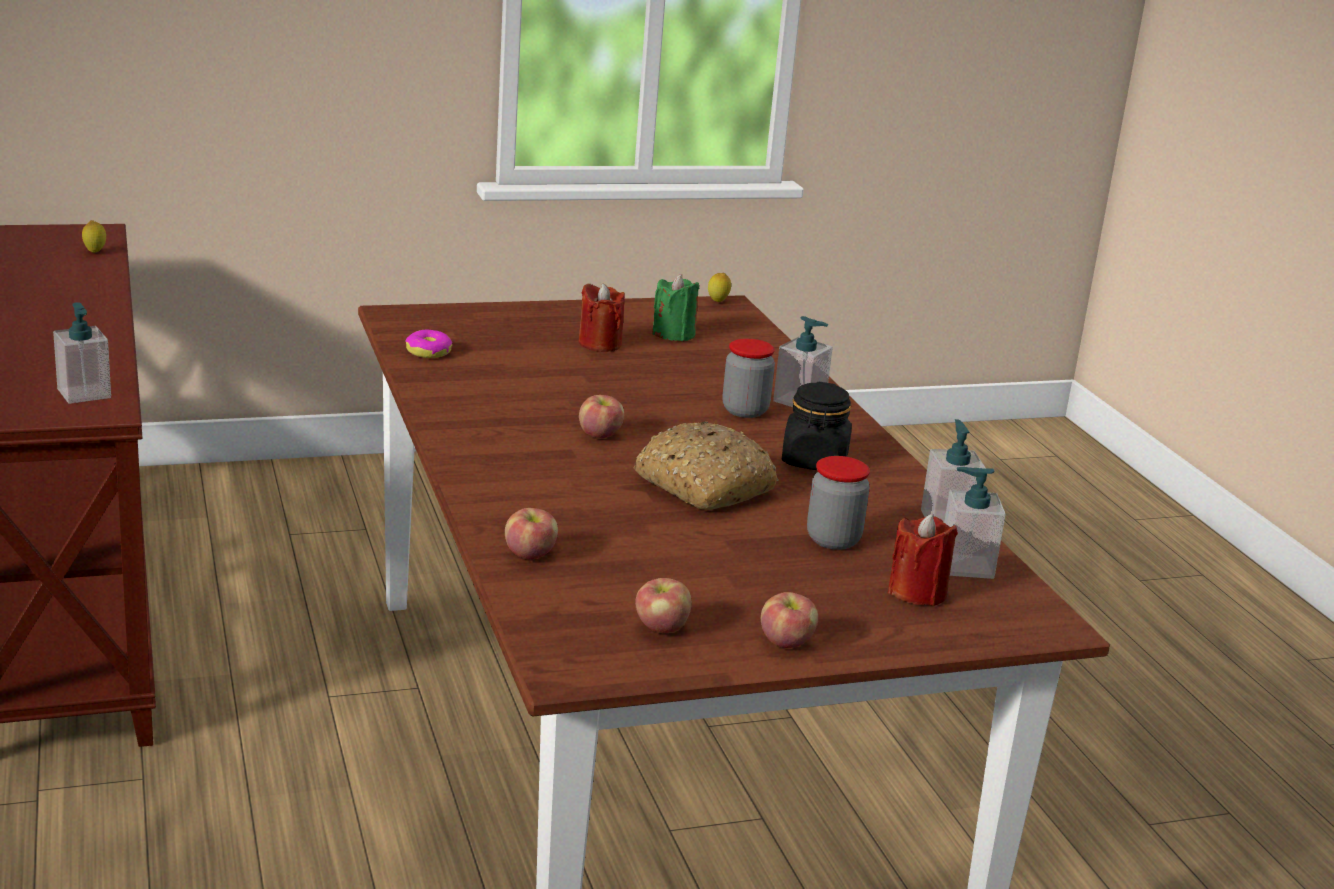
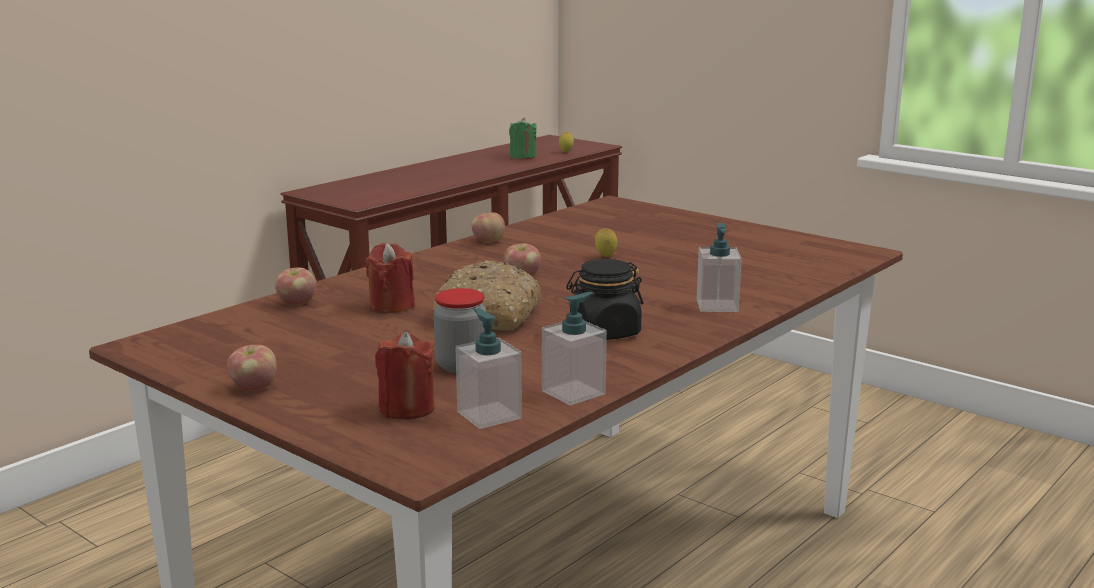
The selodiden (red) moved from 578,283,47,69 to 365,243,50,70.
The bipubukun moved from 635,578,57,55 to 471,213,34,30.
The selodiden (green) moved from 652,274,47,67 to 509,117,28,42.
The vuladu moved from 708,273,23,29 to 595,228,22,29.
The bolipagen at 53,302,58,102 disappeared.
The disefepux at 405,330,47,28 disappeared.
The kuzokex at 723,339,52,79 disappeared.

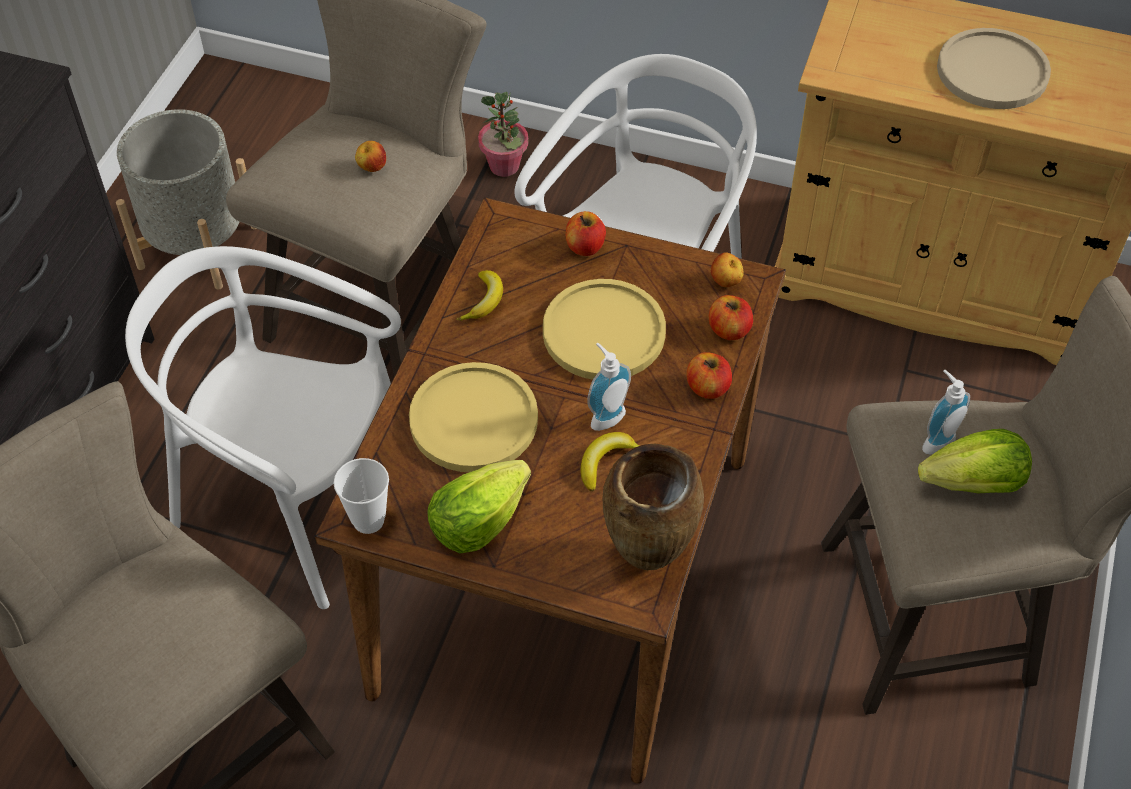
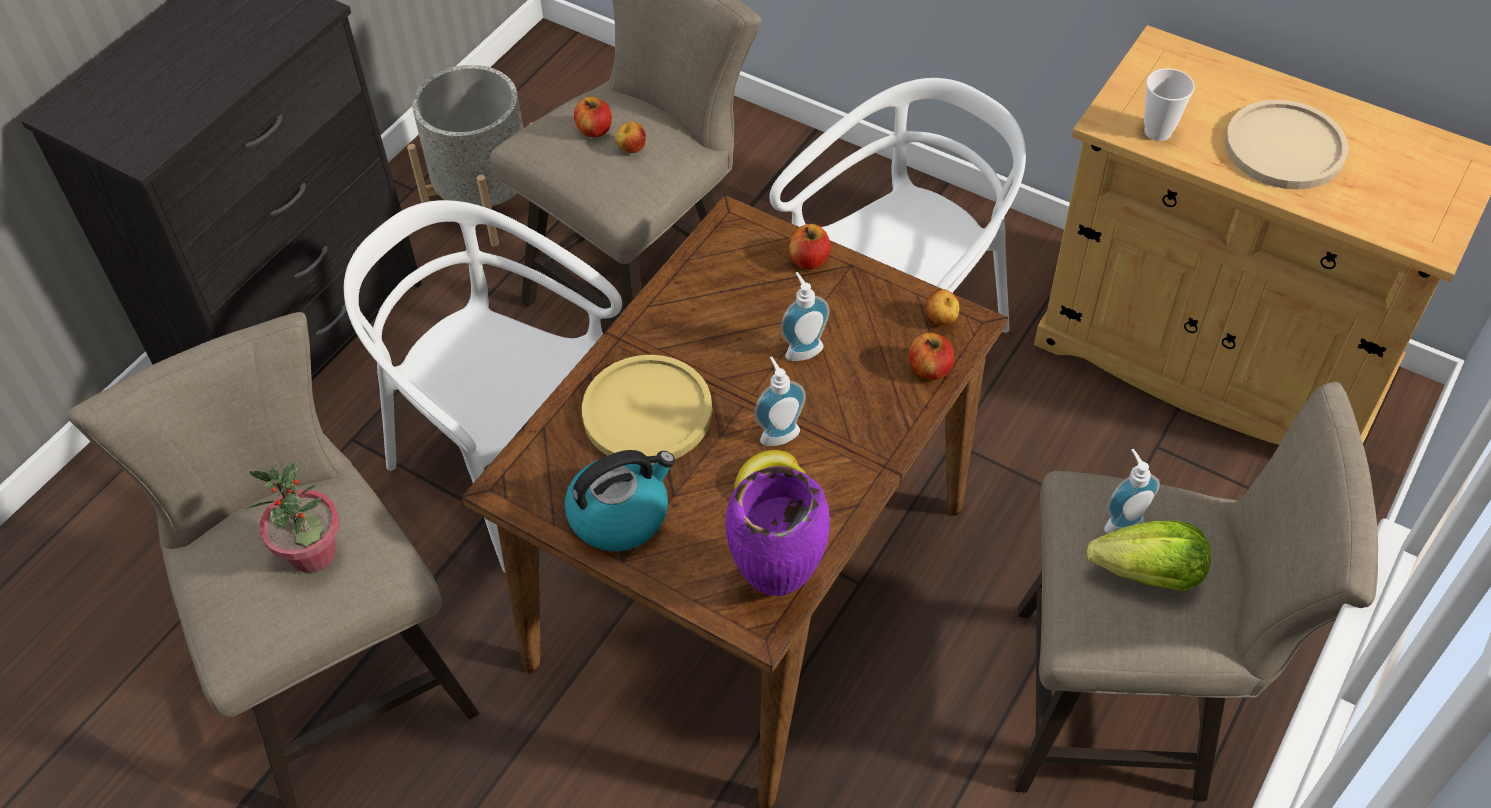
The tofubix moved from 478,92,51,85 to 246,463,93,110.
The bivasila at 427,460,104,93 was replaced by the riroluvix at 565,450,110,102.
The bipubukun moved from 687,352,45,47 to 574,97,38,41.
The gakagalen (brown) at 602,444,102,126 became the gakagalen (purple) at 725,466,105,130.
The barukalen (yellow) at 543,279,123,101 was replaced by the bolipagen at 781,272,49,89.
The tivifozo moved from 334,458,55,76 to 1144,68,51,73.
The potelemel at 456,270,47,51 disappeared.

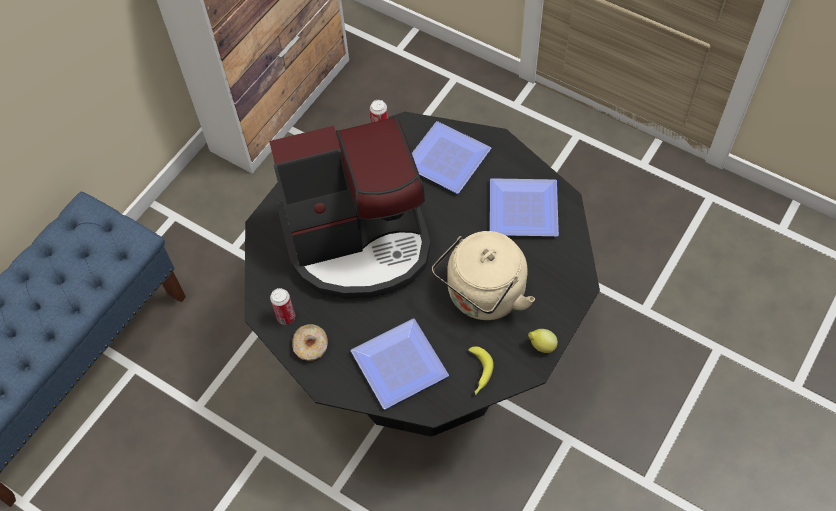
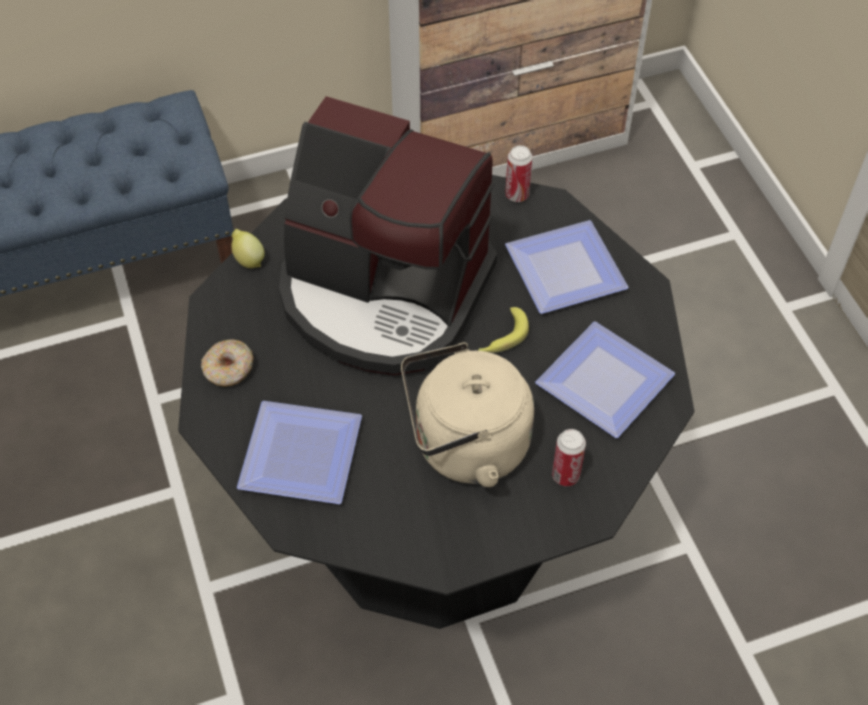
The vuladu moved from 528,329,30,24 to 231,229,34,39.
The potelemel moved from 468,346,26,49 to 478,307,51,46.
The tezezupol moved from 270,288,25,37 to 552,429,34,57.

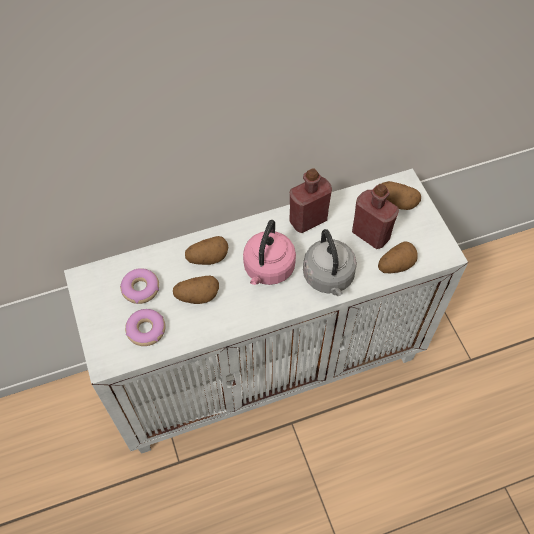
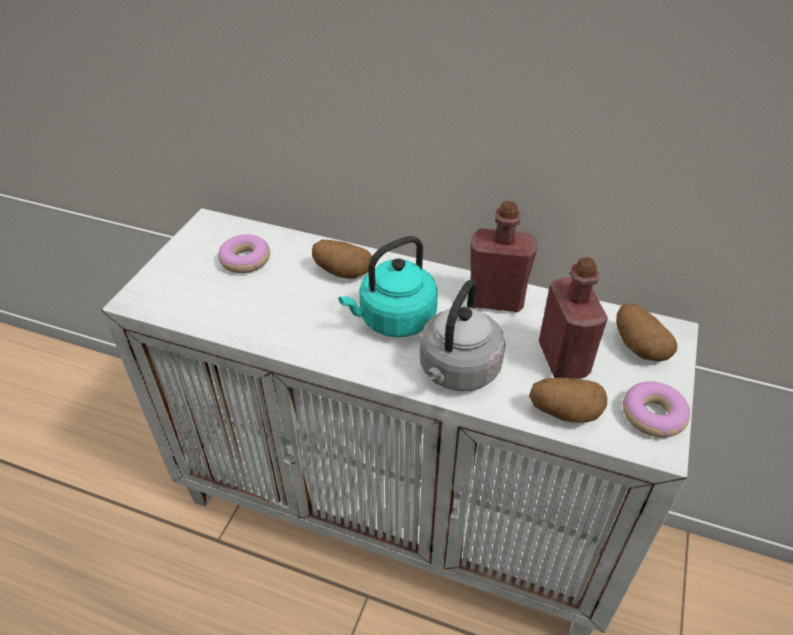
The riroluvix (pink) at 243,220,53,65 became the riroluvix (turquoise) at 339,236,99,101.
The disefepux moved from 125,309,41,37 to 622,381,68,57.
The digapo at 173,276,46,28 disappeared.

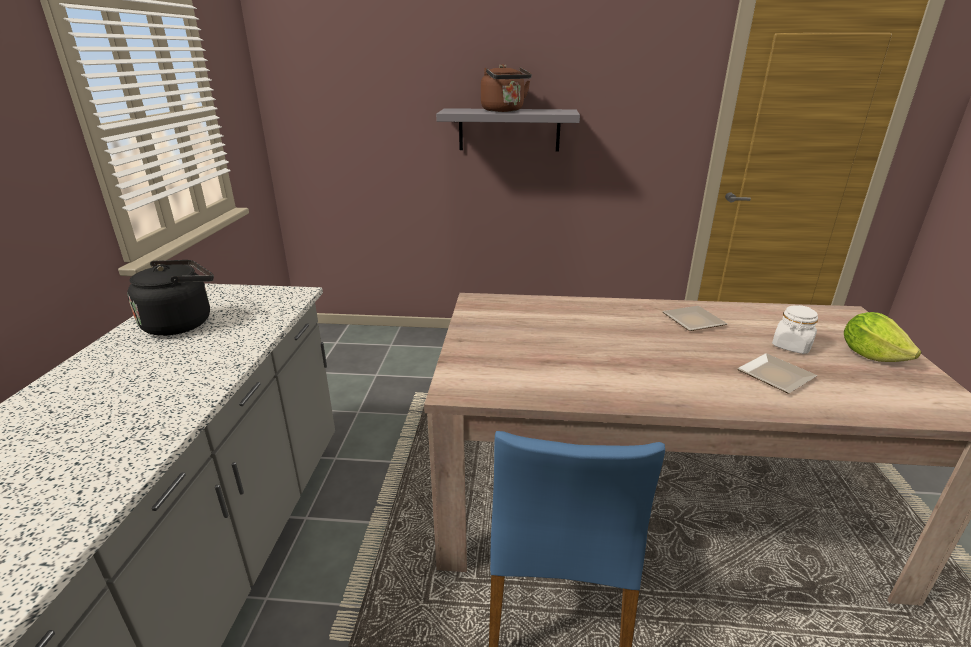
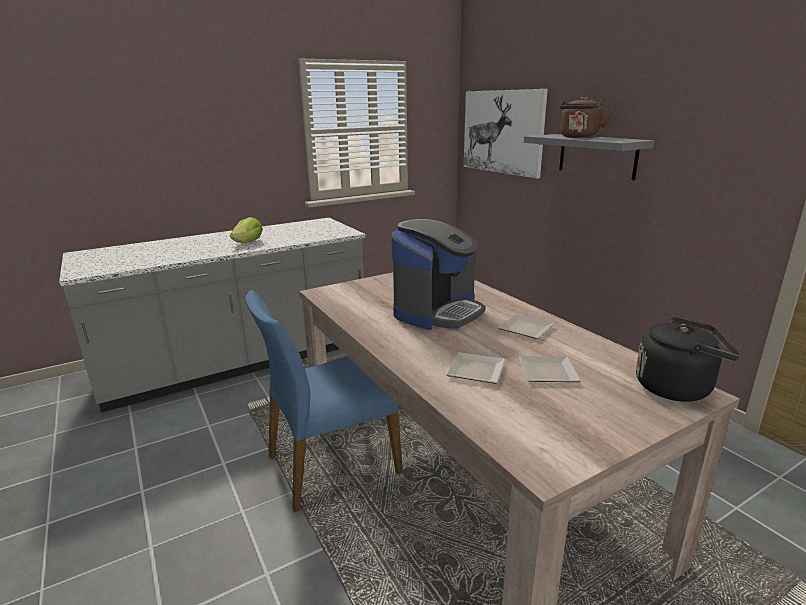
The bivasila moved from 844,312,77,50 to 230,217,33,26.
The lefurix at 391,219,94,111 appeared.
The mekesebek at 464,89,84,89 appeared.
The kuzokex (white) at 772,305,46,49 was replaced by the barukalen at 519,356,62,26.
The riroluvix (black) moved from 127,260,87,76 to 636,316,104,86.

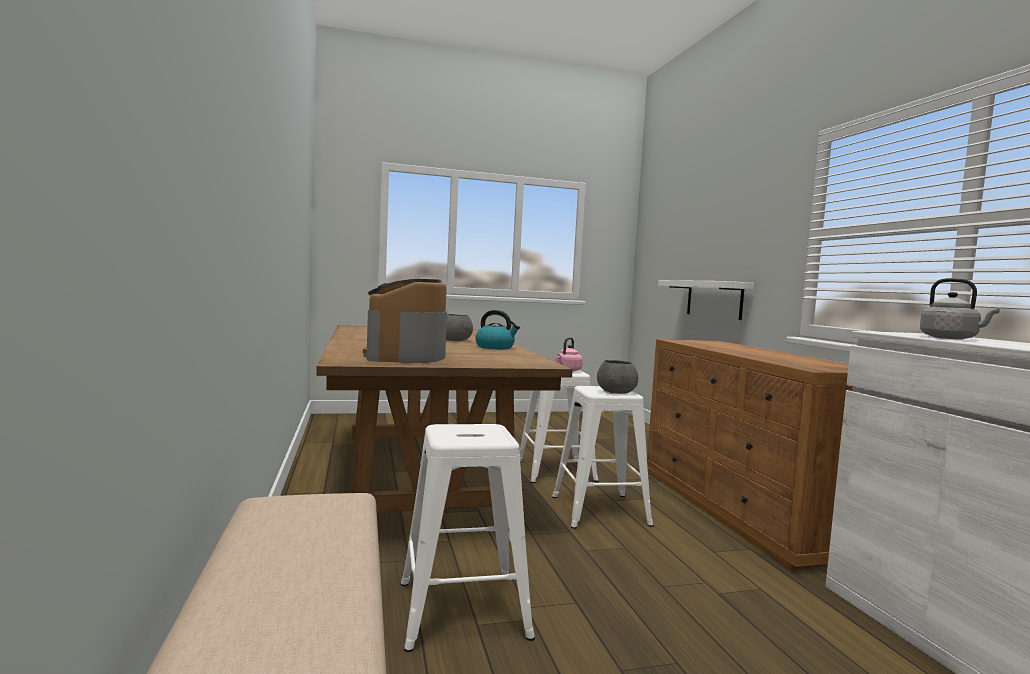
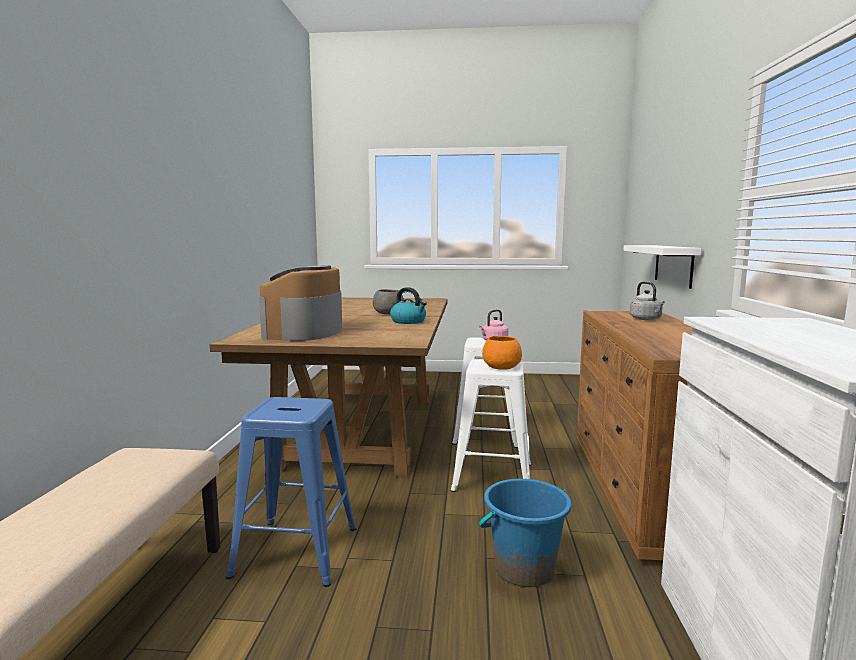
The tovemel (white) at 401,424,134,228 became the tovemel (blue) at 226,397,131,190.
The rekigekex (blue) at 479,479,93,108 appeared.
The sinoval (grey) at 597,360,41,34 became the sinoval (orange) at 482,336,40,34.
The riroluvix (grey) moved from 920,278,80,62 to 630,281,35,39.

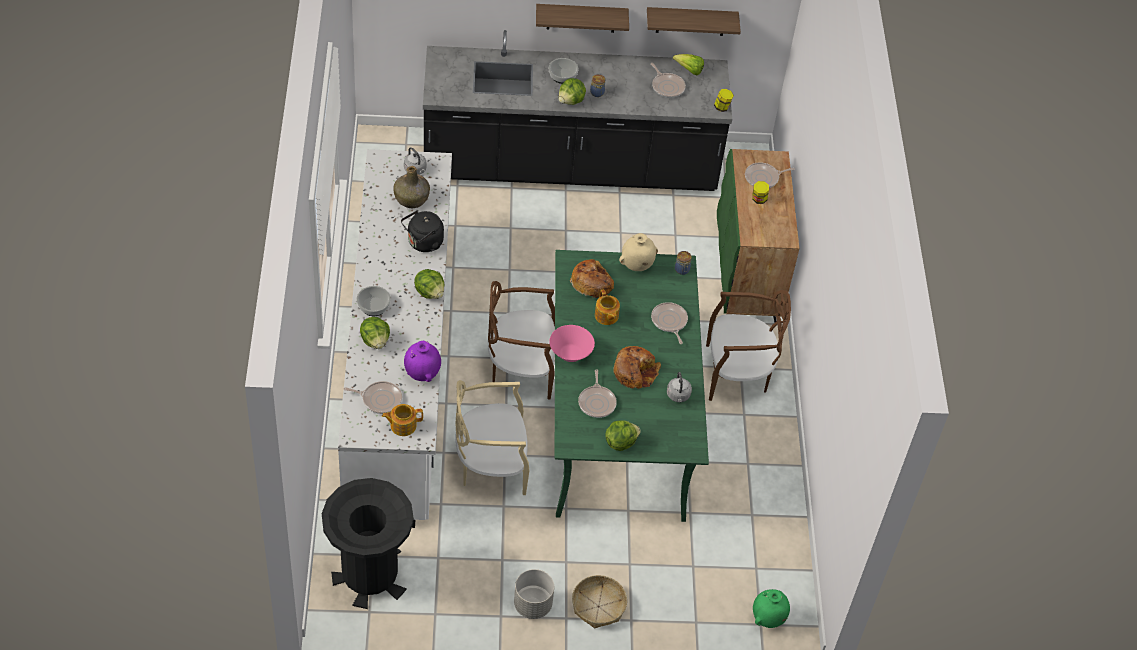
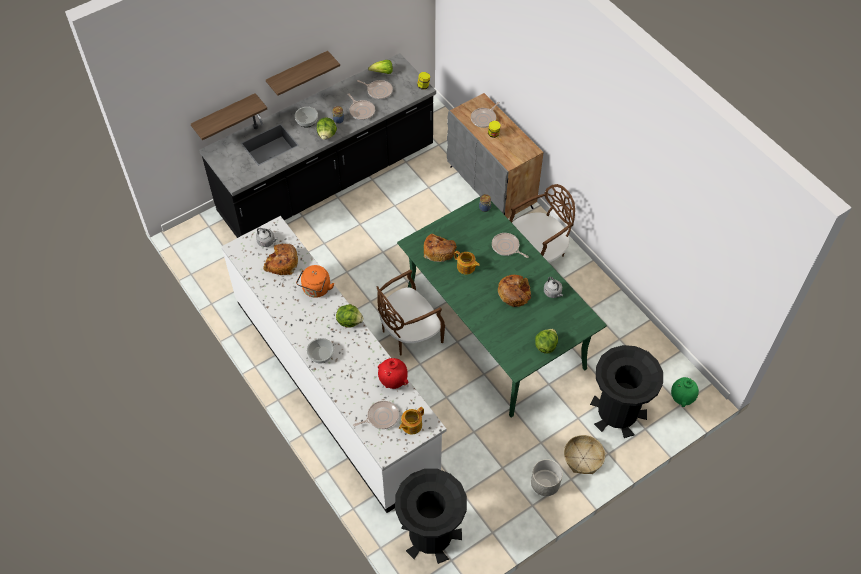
The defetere moved from 647,7,94,29 to 191,93,76,47.
The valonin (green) at 393,166,37,42 was replaced by the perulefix at 263,244,35,31.
The riroluvix (black) at 401,210,43,42 became the riroluvix (orange) at 296,265,38,33.
The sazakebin moved from 578,369,39,49 to 347,93,28,27.
The gakagalen (purple) at 404,341,37,41 became the gakagalen (red) at 378,358,30,31.
The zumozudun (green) at 717,149,83,173 became the zumozudun (grey) at 447,93,96,125.
The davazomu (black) at 590,345,73,93 appeared.
The bivasila at 360,317,30,32 disappeared.
The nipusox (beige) at 455,380,74,115 disappeared.
The sinoval (pink) at 549,325,46,37 disappeared.
The gakagalen (beige) at 619,233,39,38 disappeared.

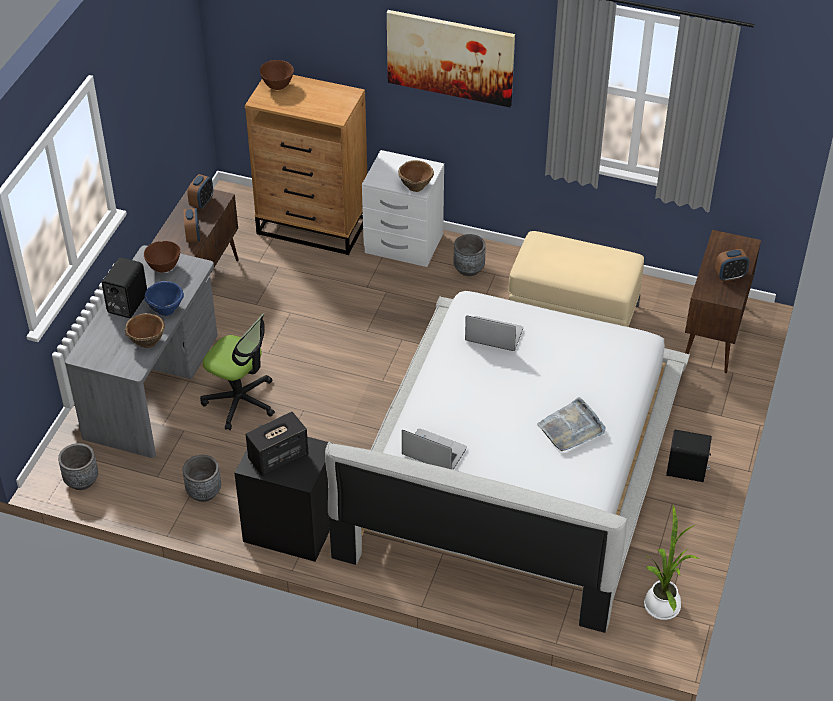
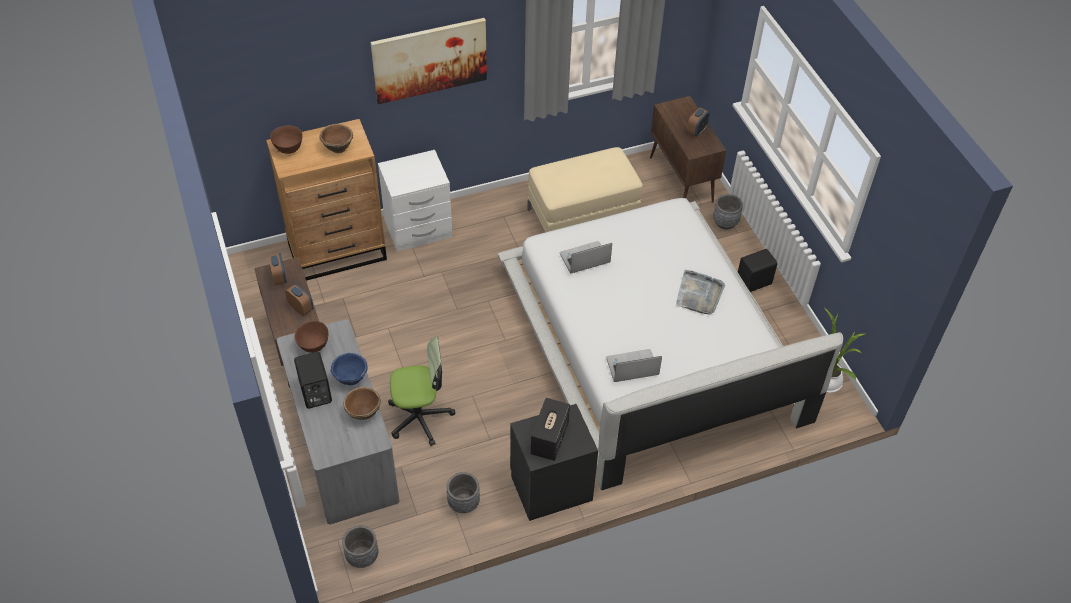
The sinoval (brown) moved from 398,160,36,32 to 319,124,34,29.
The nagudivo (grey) moved from 453,234,33,42 to 713,194,30,35.

